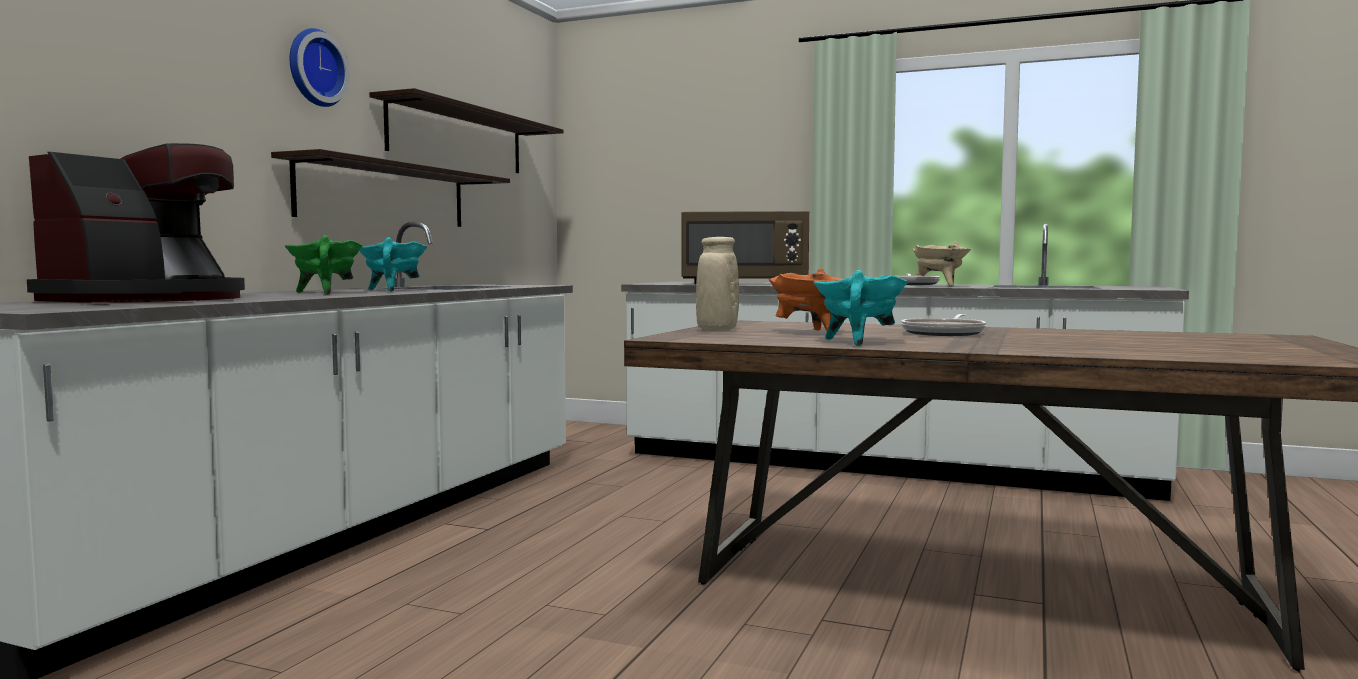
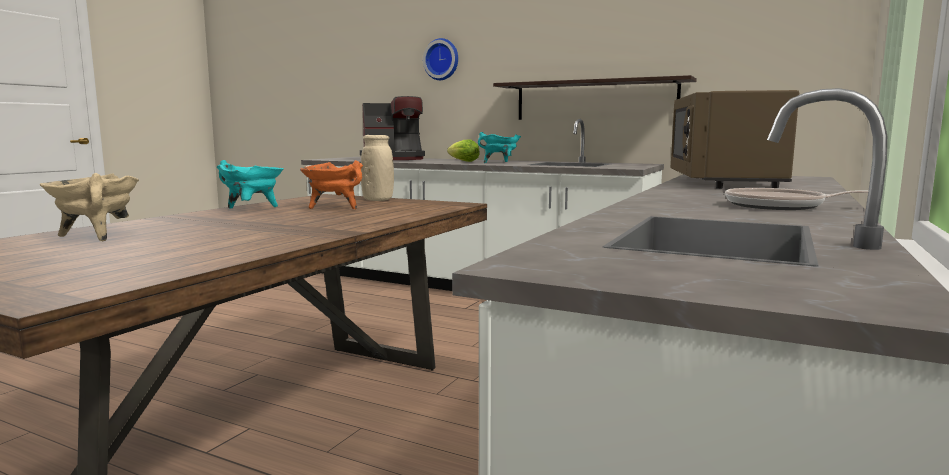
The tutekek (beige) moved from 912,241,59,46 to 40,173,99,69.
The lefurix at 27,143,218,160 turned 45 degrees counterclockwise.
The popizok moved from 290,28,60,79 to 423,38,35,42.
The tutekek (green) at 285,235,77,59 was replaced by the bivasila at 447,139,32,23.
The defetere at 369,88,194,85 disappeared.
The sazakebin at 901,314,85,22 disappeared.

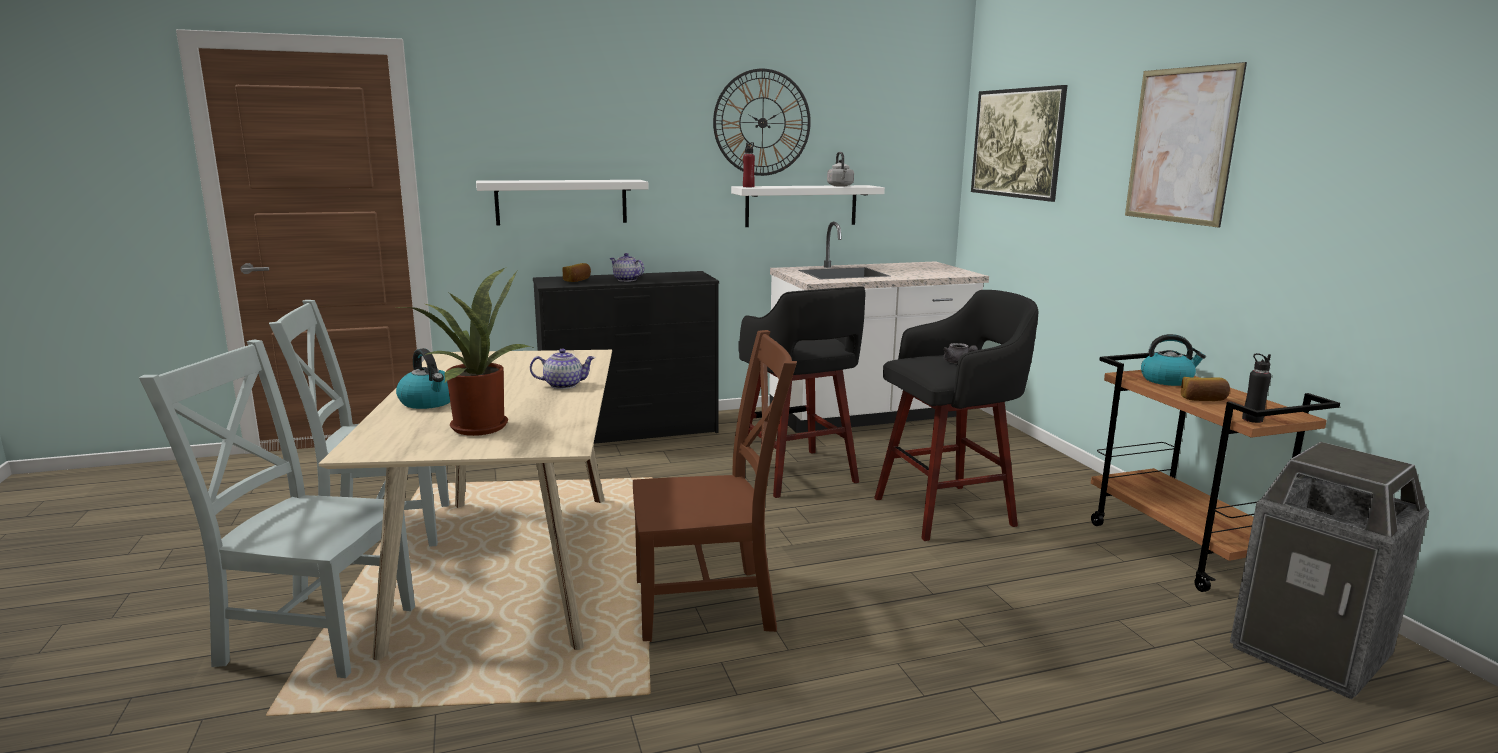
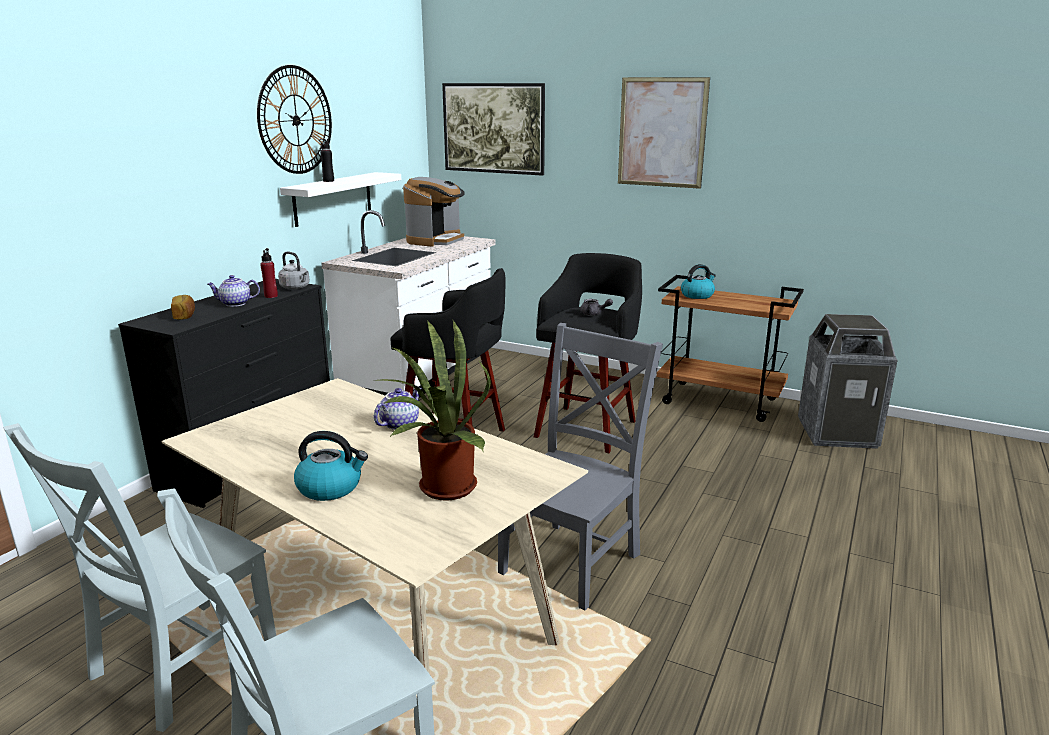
The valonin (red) moved from 743,142,12,45 to 260,248,18,50.
The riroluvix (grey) moved from 827,152,27,35 to 278,252,32,37.
The valonin (black) moved from 1242,353,29,70 to 319,139,15,43.
The lefurix at 403,177,62,69 appeared.
The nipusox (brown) at 633,330,164,312 became the nipusox (grey) at 498,323,165,287.
The defetere (white) at 476,180,173,45 disappeared.
The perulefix at 1181,377,49,24 disappeared.

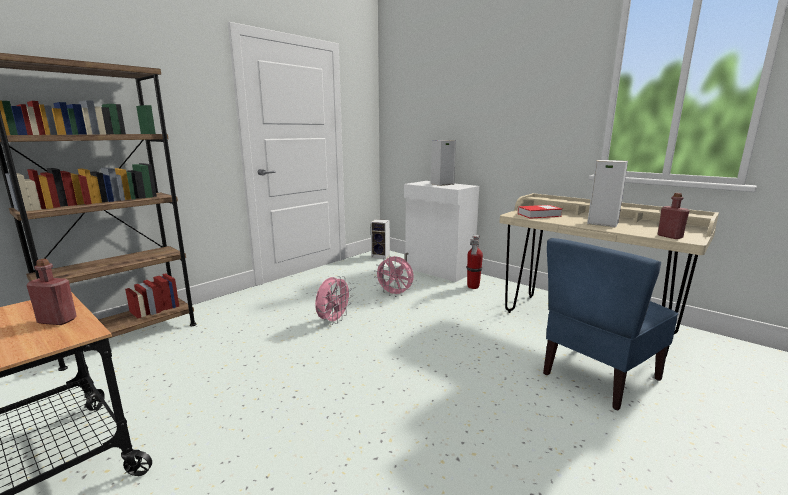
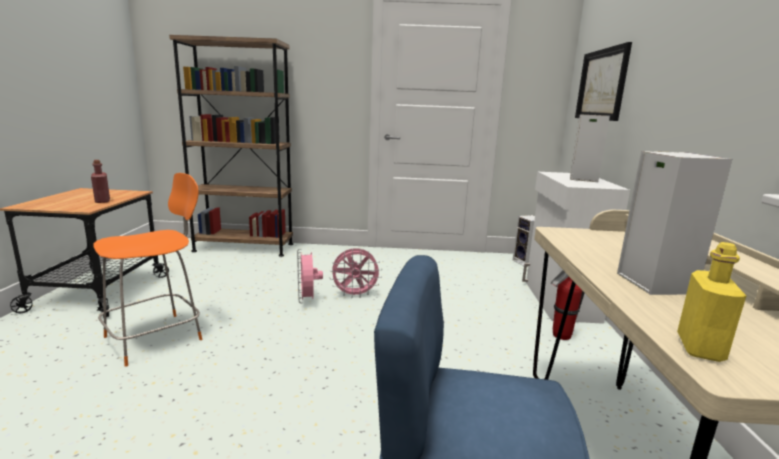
The nipusox (orange) at 93,173,109,194 appeared.
The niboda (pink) moved from 374,256,40,41 to 297,249,26,54.
The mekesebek at 575,42,57,79 appeared.
The valonin (red) at 658,193,31,46 became the valonin (yellow) at 677,242,69,120.
The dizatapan at 518,205,44,14 disappeared.

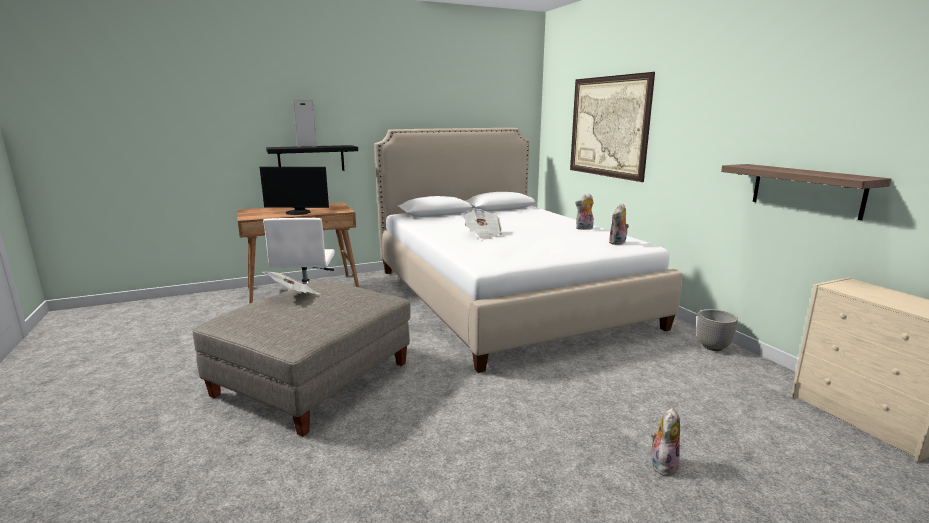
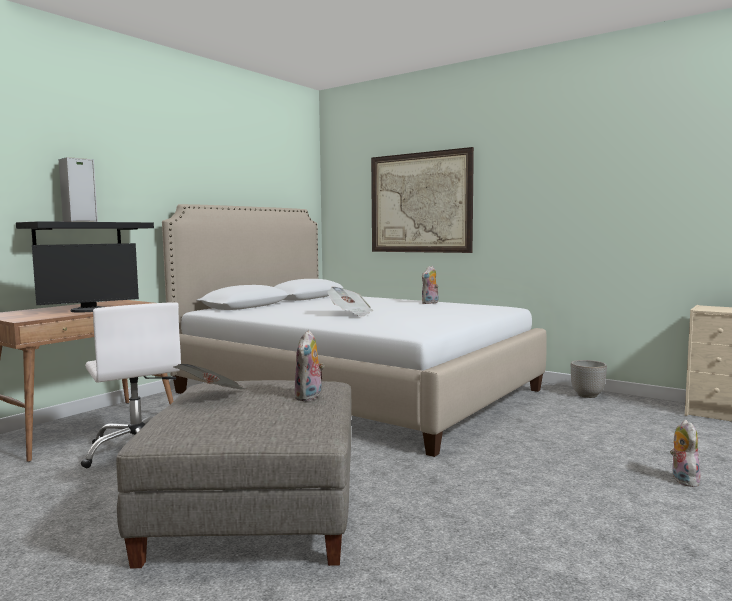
The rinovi moved from 609,203,20,42 to 295,330,29,71.
The defetere at 721,164,170,56 disappeared.

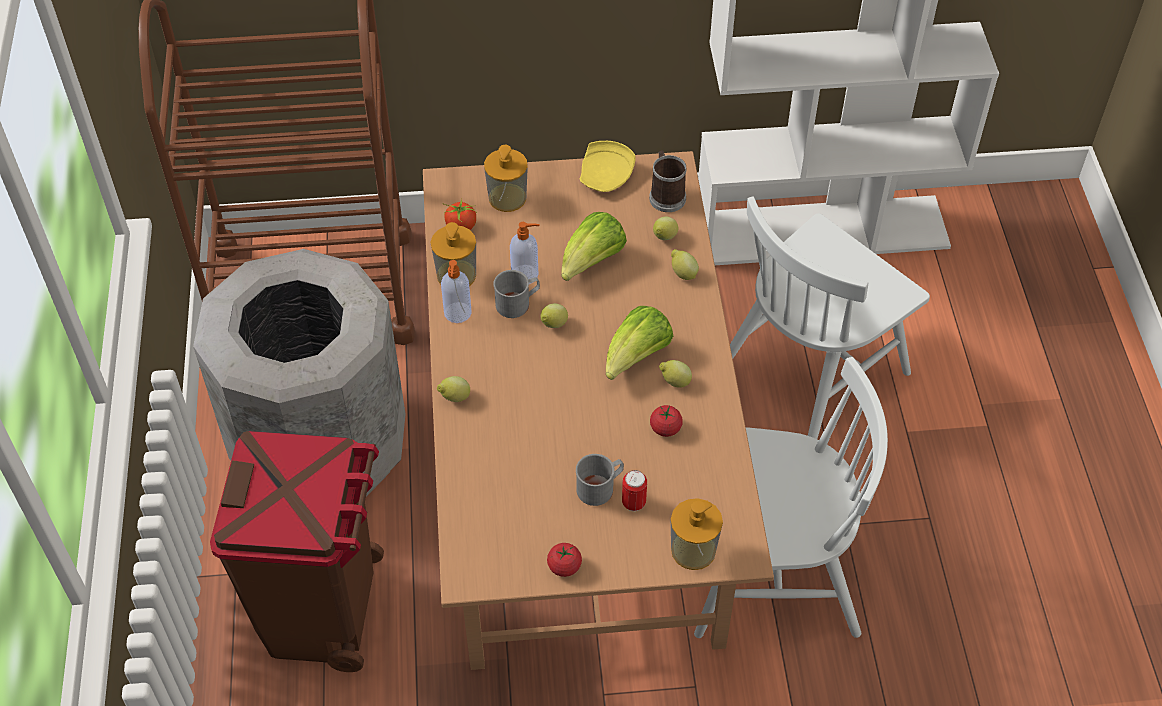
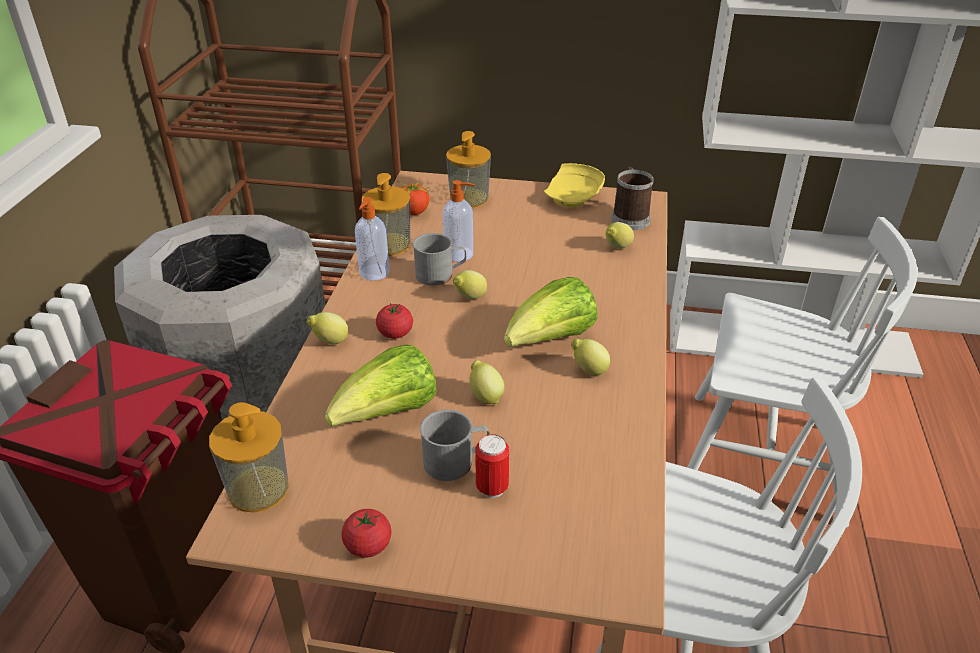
The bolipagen moved from 671,498,52,72 to 209,402,80,111.
The bivasila moved from 561,212,66,69 to 325,344,111,83.
The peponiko moved from 650,405,33,32 to 376,303,37,36.
The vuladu moved from 671,249,28,31 to 469,360,36,44.
The nipusox (white) at 730,196,200,243 turned 135 degrees counterclockwise.

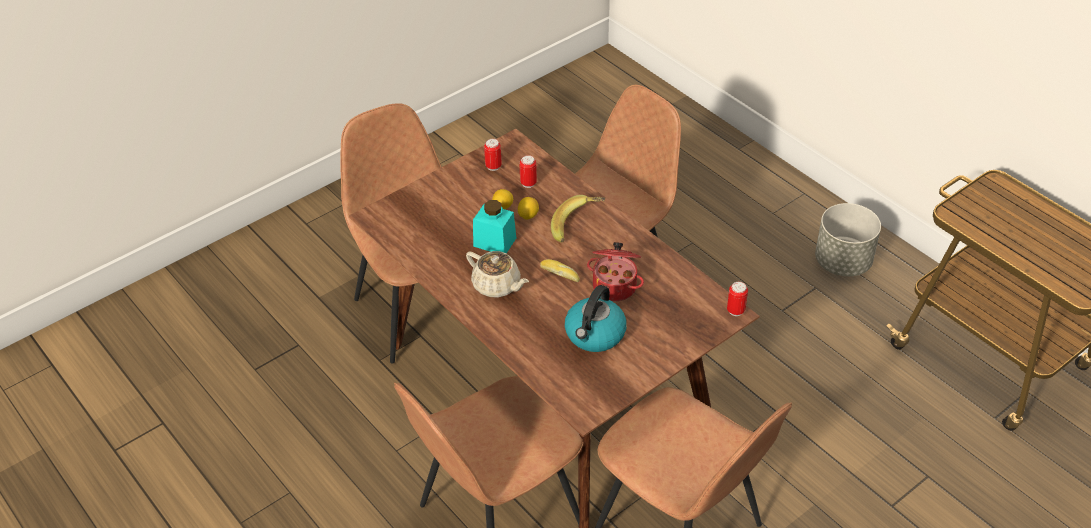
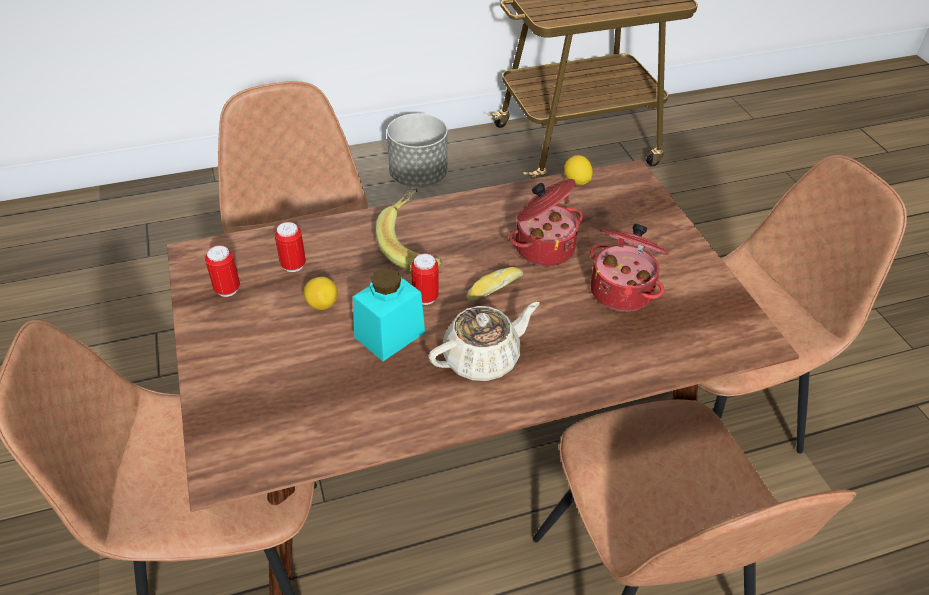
The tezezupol moved from 727,282,21,34 to 411,254,28,51.
The vuladu moved from 518,197,21,23 to 564,155,29,30.
The riroluvix at 565,285,62,67 was replaced by the tutekek at 590,224,80,88.

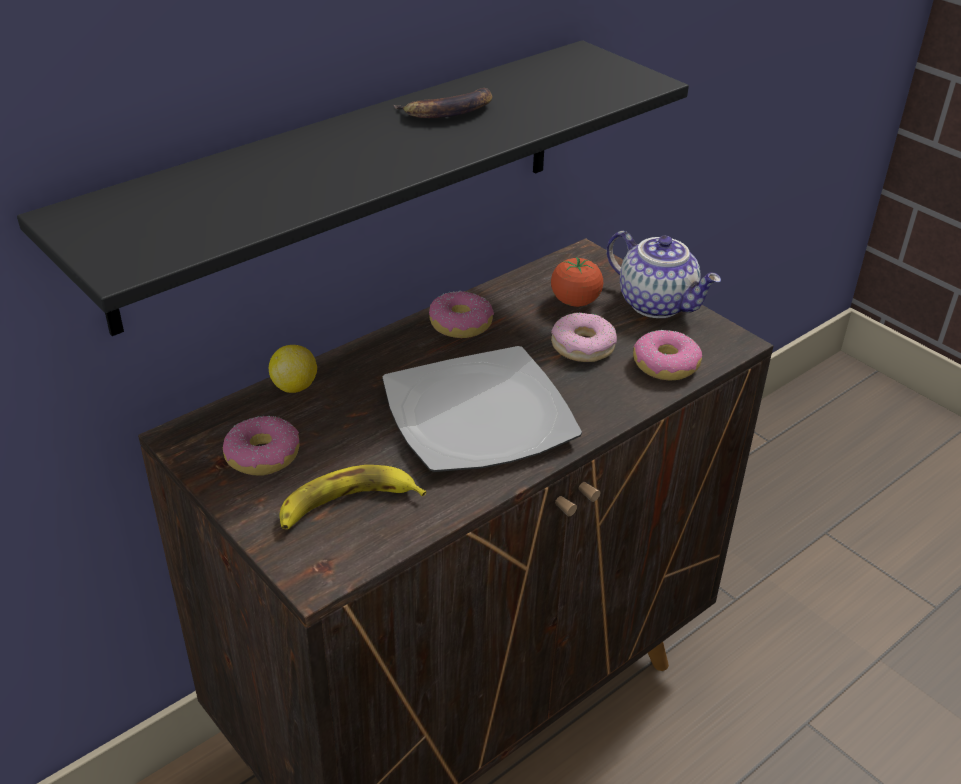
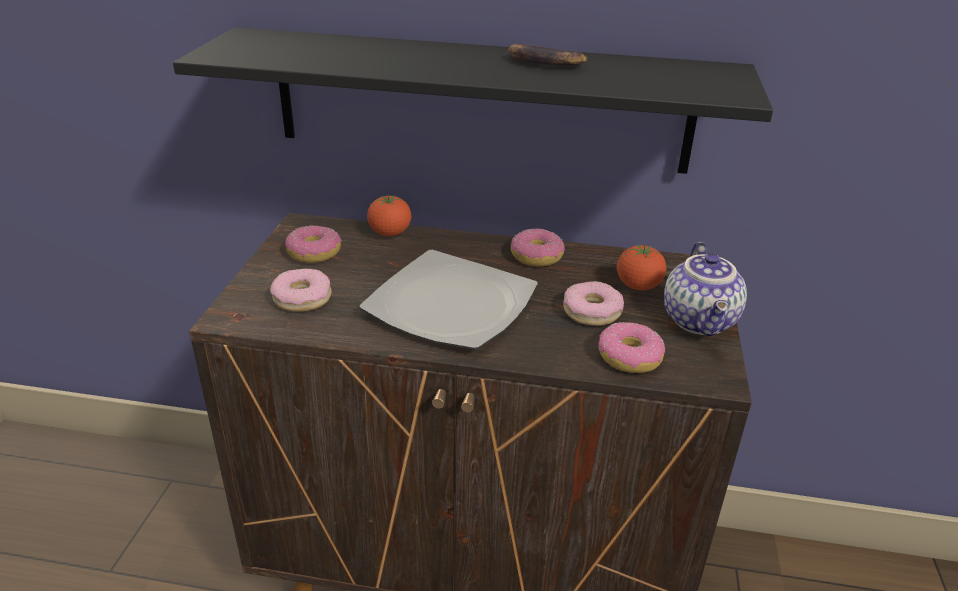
The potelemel at 279,465,148,64 was replaced by the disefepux at 270,268,62,44.
The vuladu at 269,345,48,48 was replaced by the peponiko at 367,195,44,41.

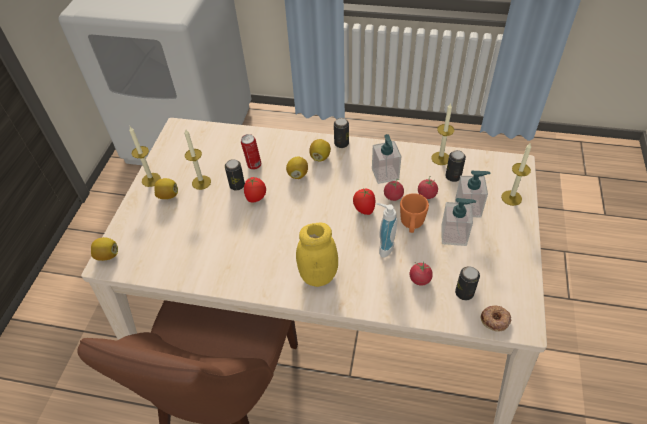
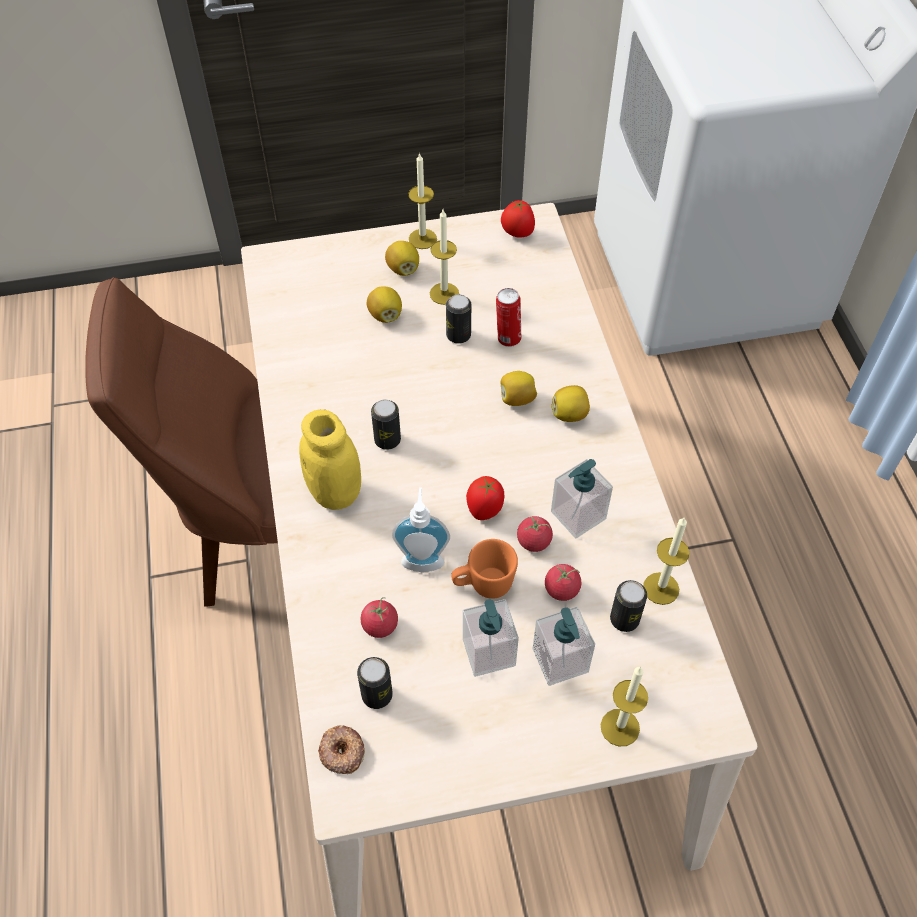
The vuladu moved from 91,237,27,24 to 367,286,35,37.
The tezezupol moved from 334,118,15,30 to 371,399,30,51.
The peponiko moved from 244,177,22,25 to 501,200,34,38.

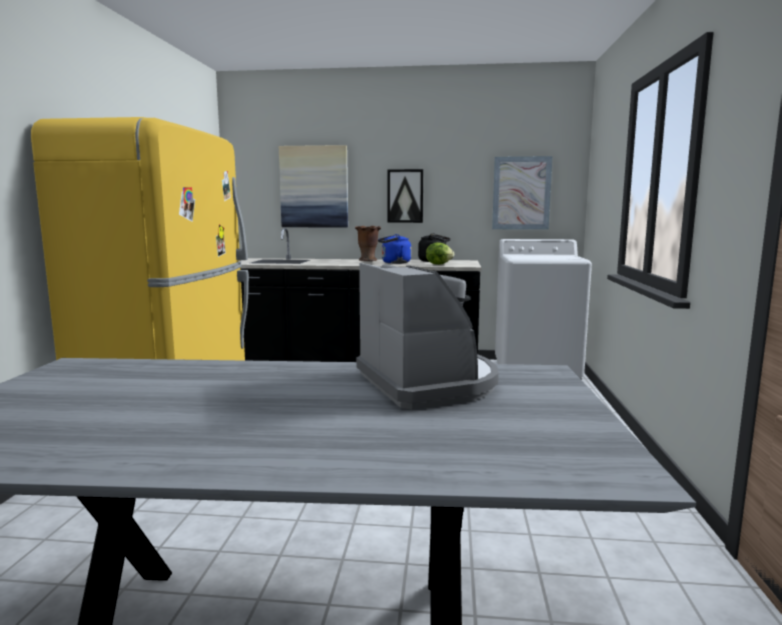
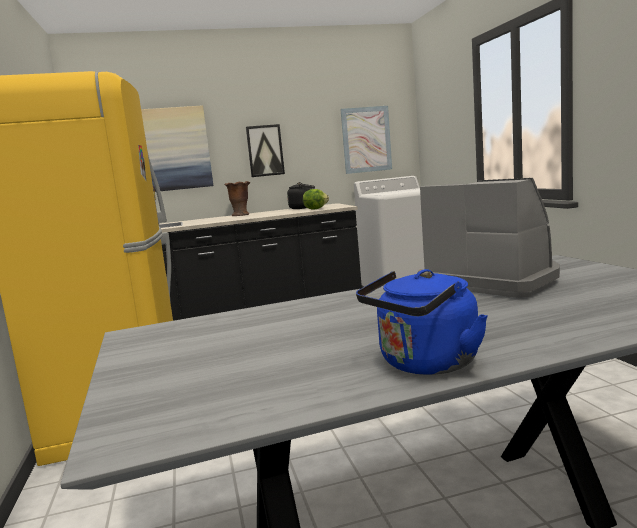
The riroluvix (blue) moved from 378,234,33,30 to 356,269,132,106.

